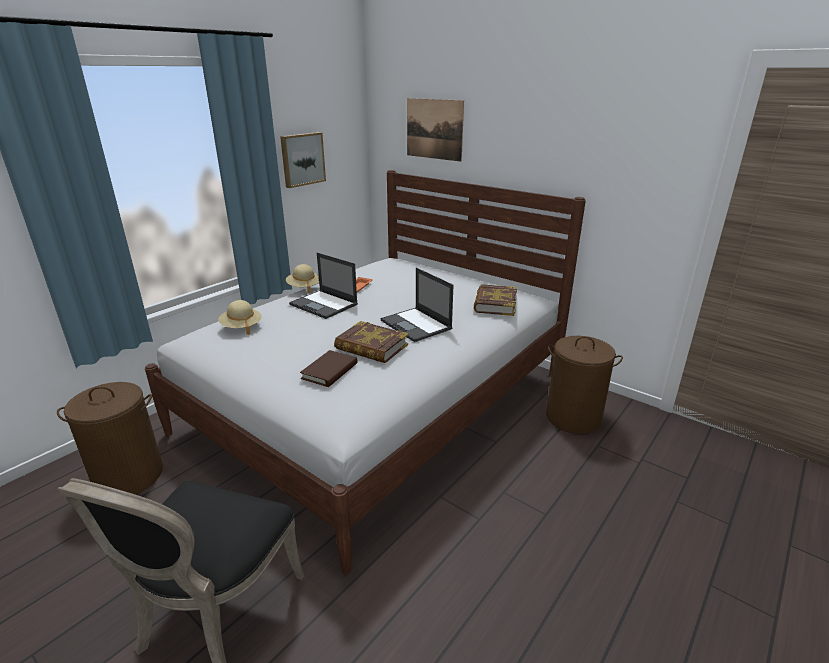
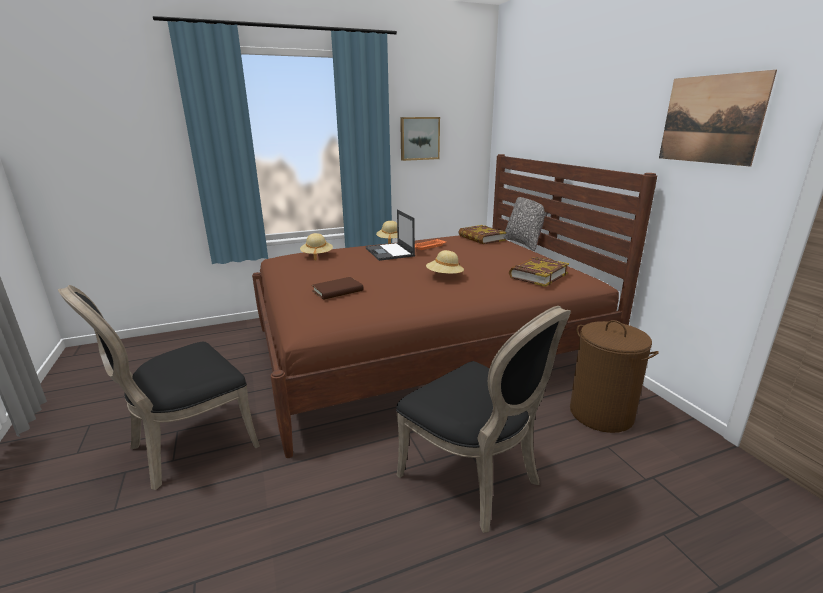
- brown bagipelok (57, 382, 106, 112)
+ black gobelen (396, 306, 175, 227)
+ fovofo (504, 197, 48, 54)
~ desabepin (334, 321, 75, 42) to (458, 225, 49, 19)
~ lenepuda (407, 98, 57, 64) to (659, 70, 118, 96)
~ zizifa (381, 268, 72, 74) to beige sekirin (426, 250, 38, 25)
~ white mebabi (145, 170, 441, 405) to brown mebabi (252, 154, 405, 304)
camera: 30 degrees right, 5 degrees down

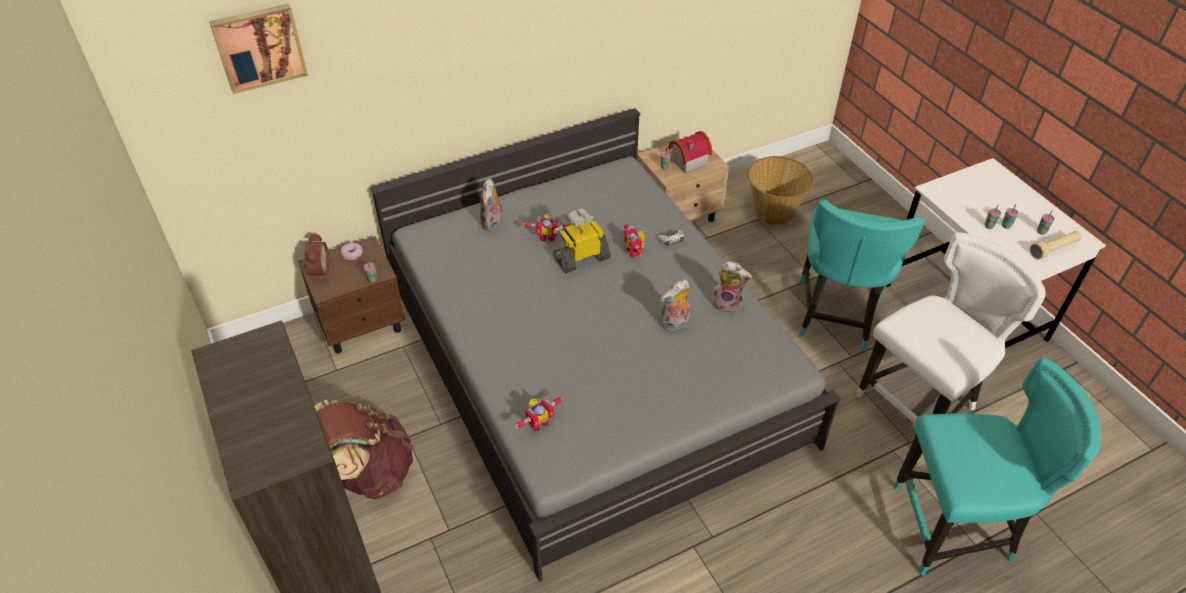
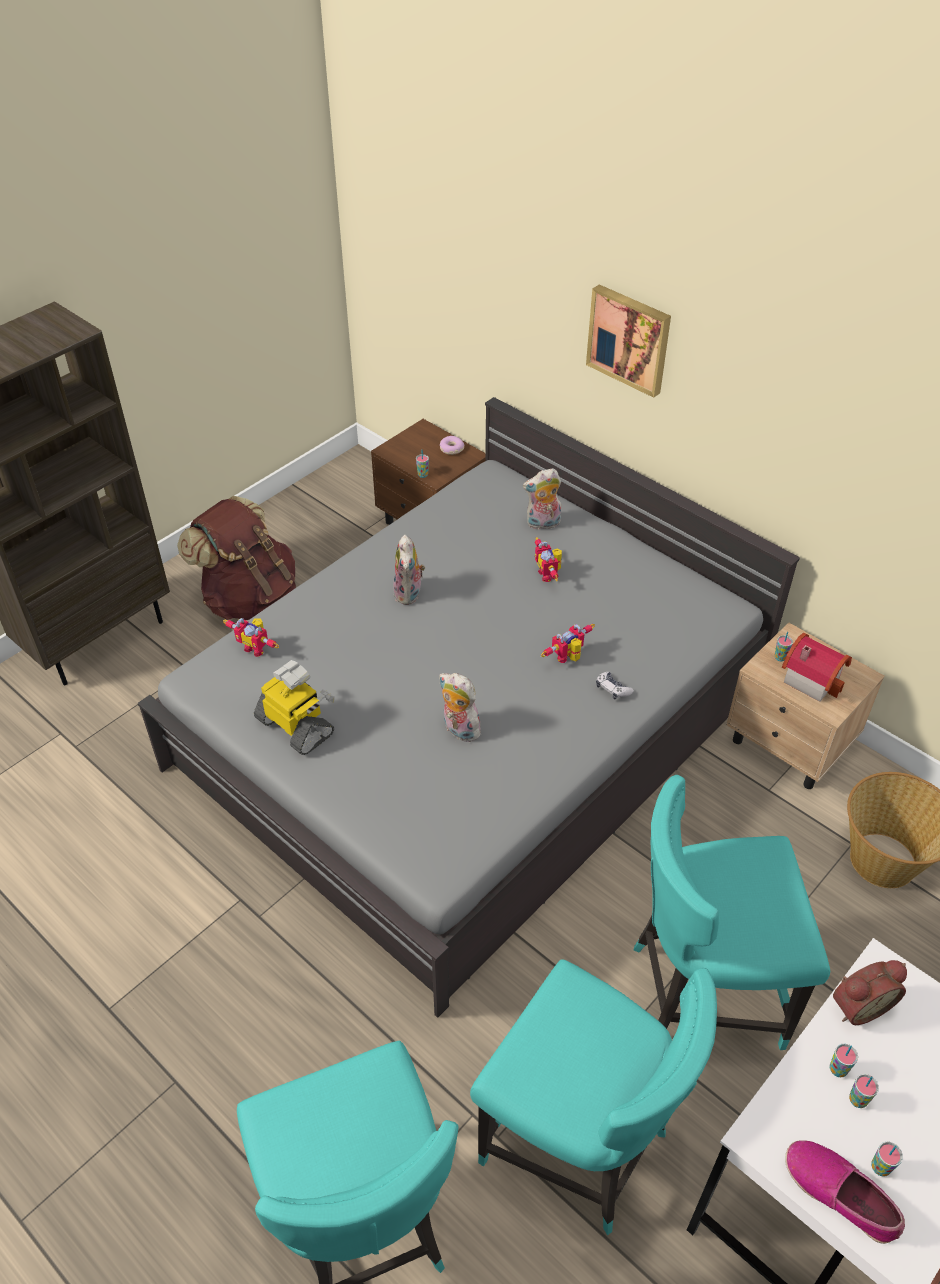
~ lenepuda (209, 3, 99, 91) to (586, 285, 85, 113)
~ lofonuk (302, 233, 27, 47) to (833, 960, 74, 65)
~ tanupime (554, 209, 57, 64) to (254, 660, 81, 95)
~ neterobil (712, 261, 40, 52) to (393, 535, 32, 70)
~ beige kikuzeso (1030, 231, 52, 28) to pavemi (785, 1140, 120, 104)
~ white gobelen (856, 232, 190, 223) to turquoise gobelen (470, 959, 247, 276)
camera: 70 degrees right, 0 degrees up

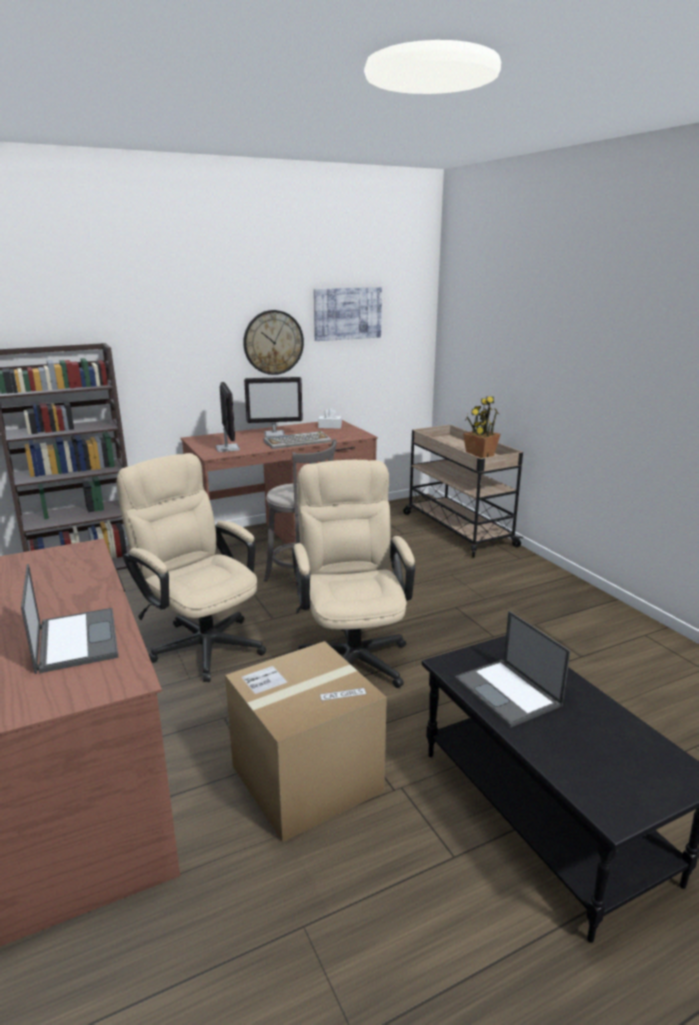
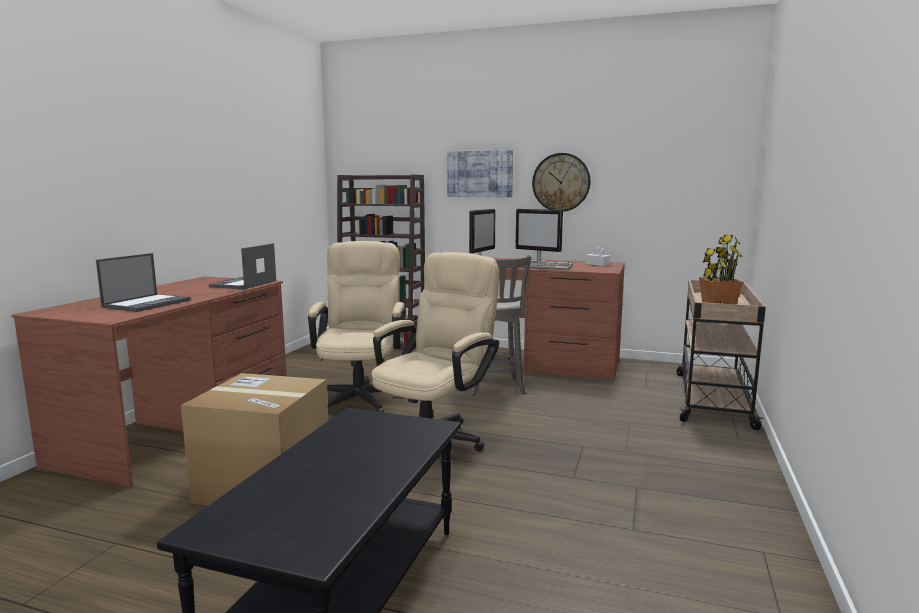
~ lenepuda (314, 287, 68, 54) to (447, 150, 66, 47)
~ zizifa (455, 611, 115, 117) to (209, 243, 67, 46)
camera: 45 degrees right, 10 degrees down

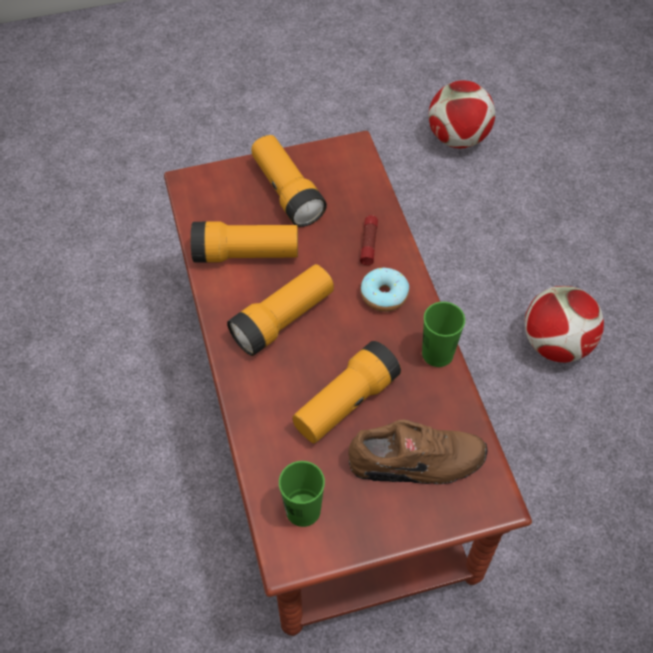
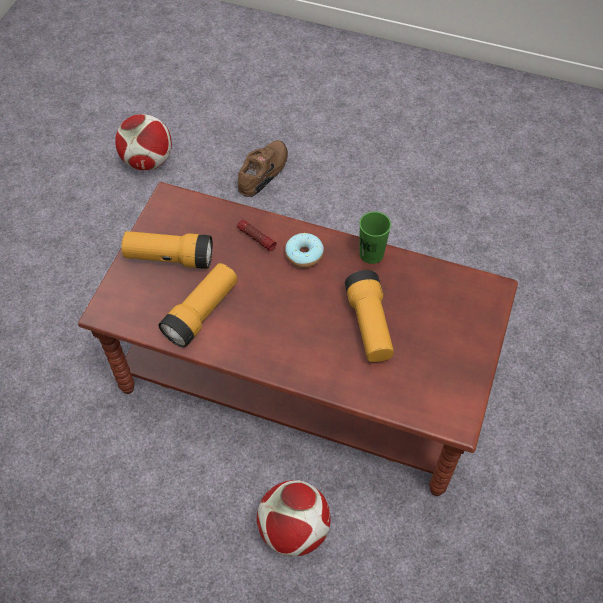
- kikuzeso (227, 264, 107, 92)
- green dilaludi (279, 461, 46, 66)
~ brown pavemi (348, 420, 139, 64) to (238, 140, 50, 57)
~ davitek (525, 286, 79, 77) to (257, 480, 74, 76)
camera: 55 degrees left, 0 degrees up

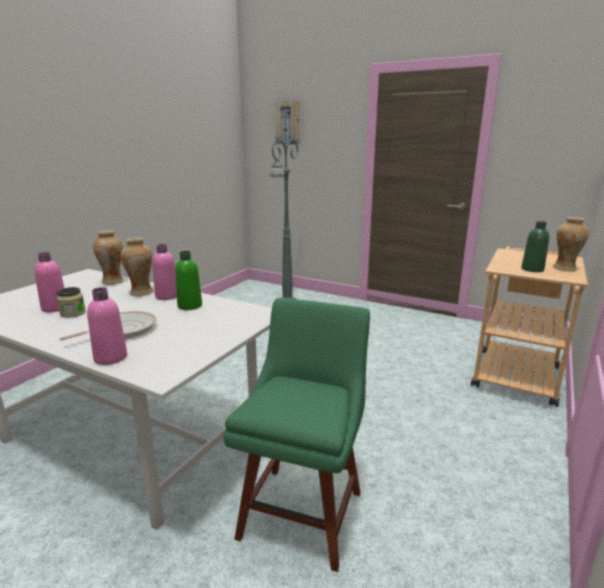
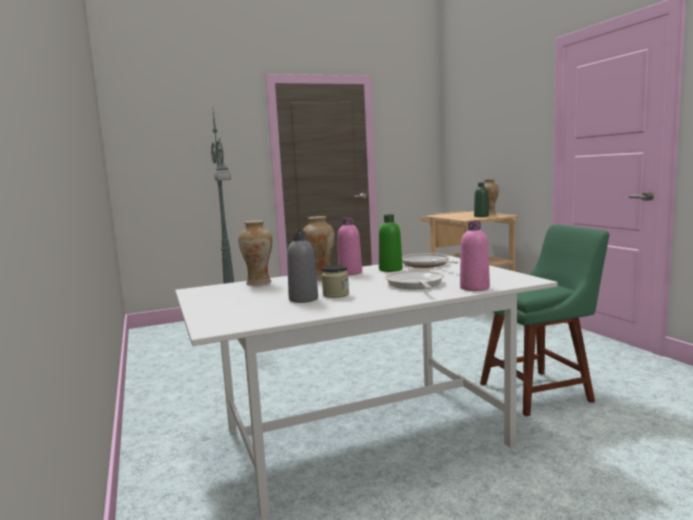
- lenepuda (274, 101, 26, 43)
+ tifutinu (402, 253, 57, 15)
~ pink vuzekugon (34, 252, 30, 60) to grey vuzekugon (287, 231, 31, 72)
~ green gobelen (223, 298, 147, 274) = (480, 224, 129, 193) 105 degrees clockwise
camera: 50 degrees left, 10 degrees down

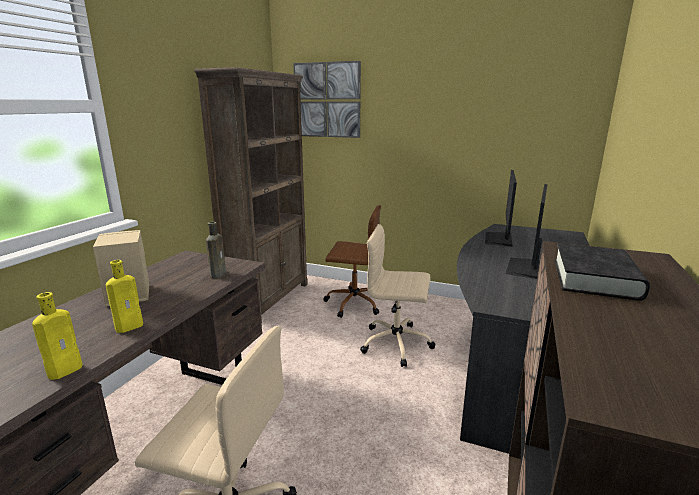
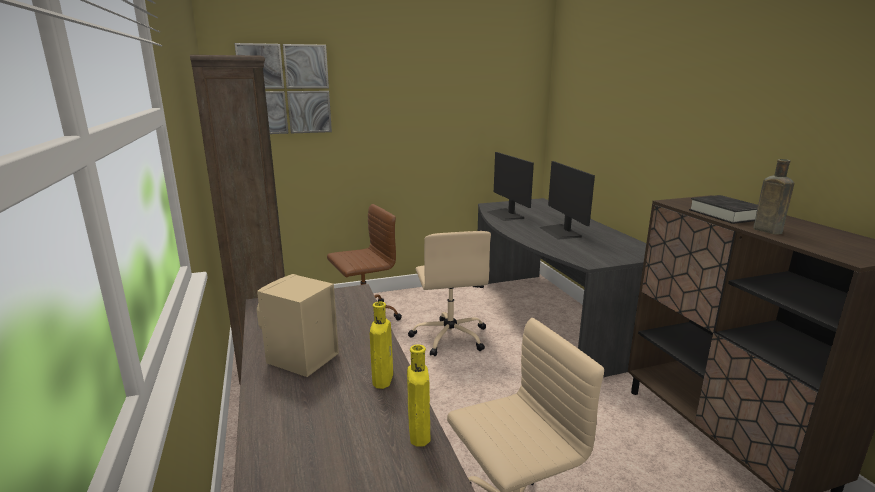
~ brown vuzekugon (206, 222, 20, 56) to (753, 159, 41, 76)
~ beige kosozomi (360, 224, 75, 143) = (408, 231, 83, 125) 75 degrees counterclockwise
camera: 40 degrees left, 0 degrees up

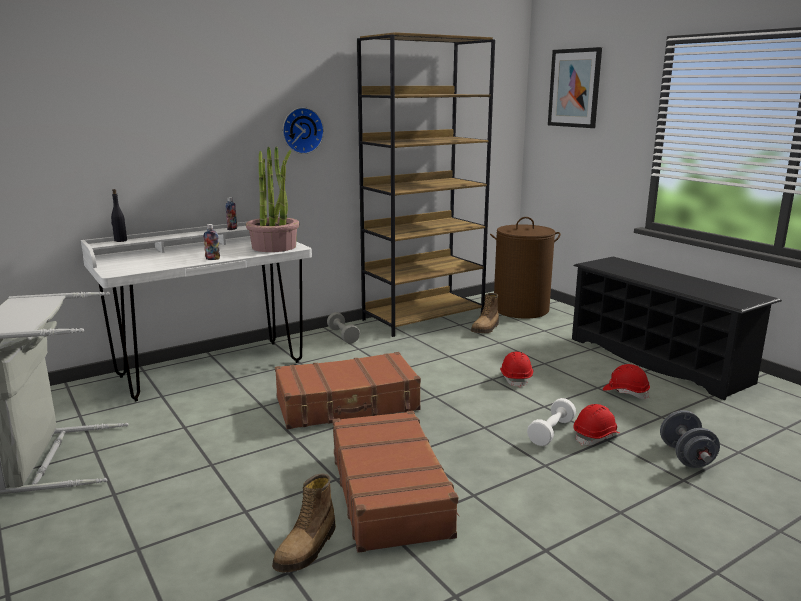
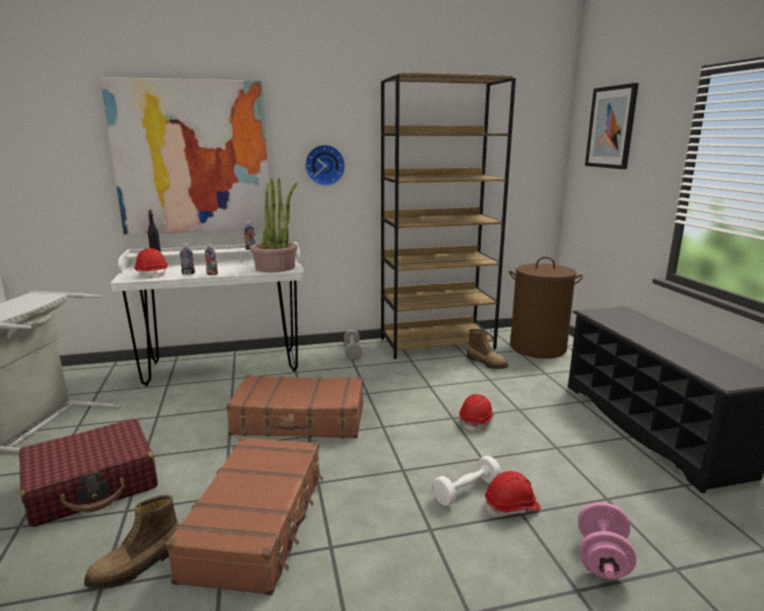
+ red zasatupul (19, 419, 139, 108)
+ lenepuda (100, 77, 170, 157)
+ vuzekugon (180, 243, 15, 32)
~ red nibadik (603, 364, 47, 35) to (135, 248, 33, 31)
~ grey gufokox (660, 410, 60, 58) to pink gufokox (578, 502, 58, 77)
~ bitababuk (471, 293, 28, 40) = (467, 329, 41, 40) 90 degrees counterclockwise
camera: 20 degrees right, 0 degrees up

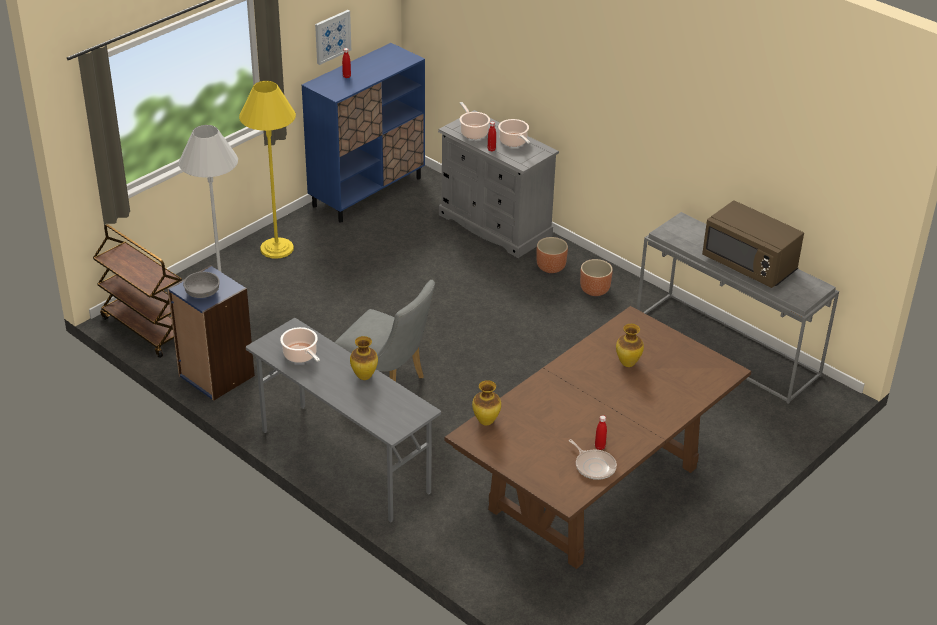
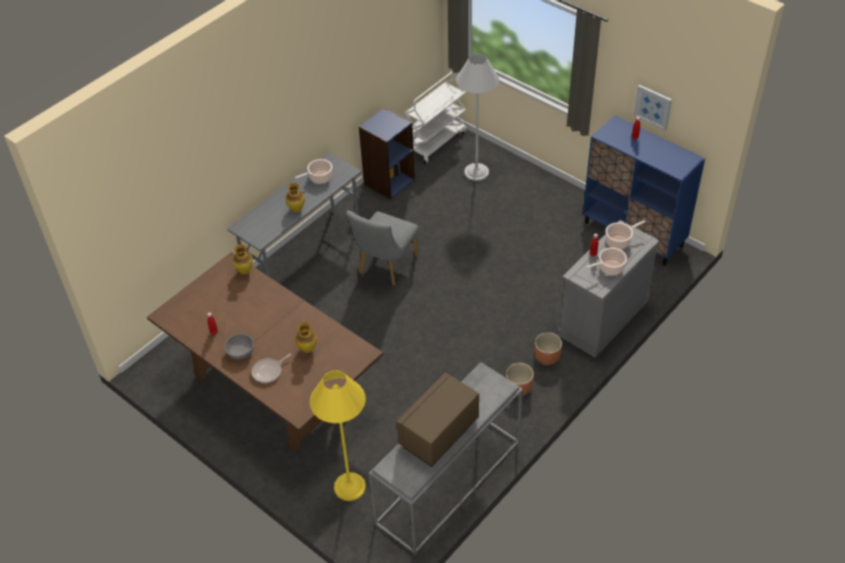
~ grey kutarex (183, 271, 37, 27) to (224, 334, 30, 25)
~ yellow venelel (239, 81, 57, 178) to (309, 370, 57, 131)
~ tifutinu (569, 439, 48, 41) to (251, 353, 41, 30)
~ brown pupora (93, 224, 89, 134) to white pupora (405, 71, 61, 93)
camera: 90 degrees right, 10 degrees up

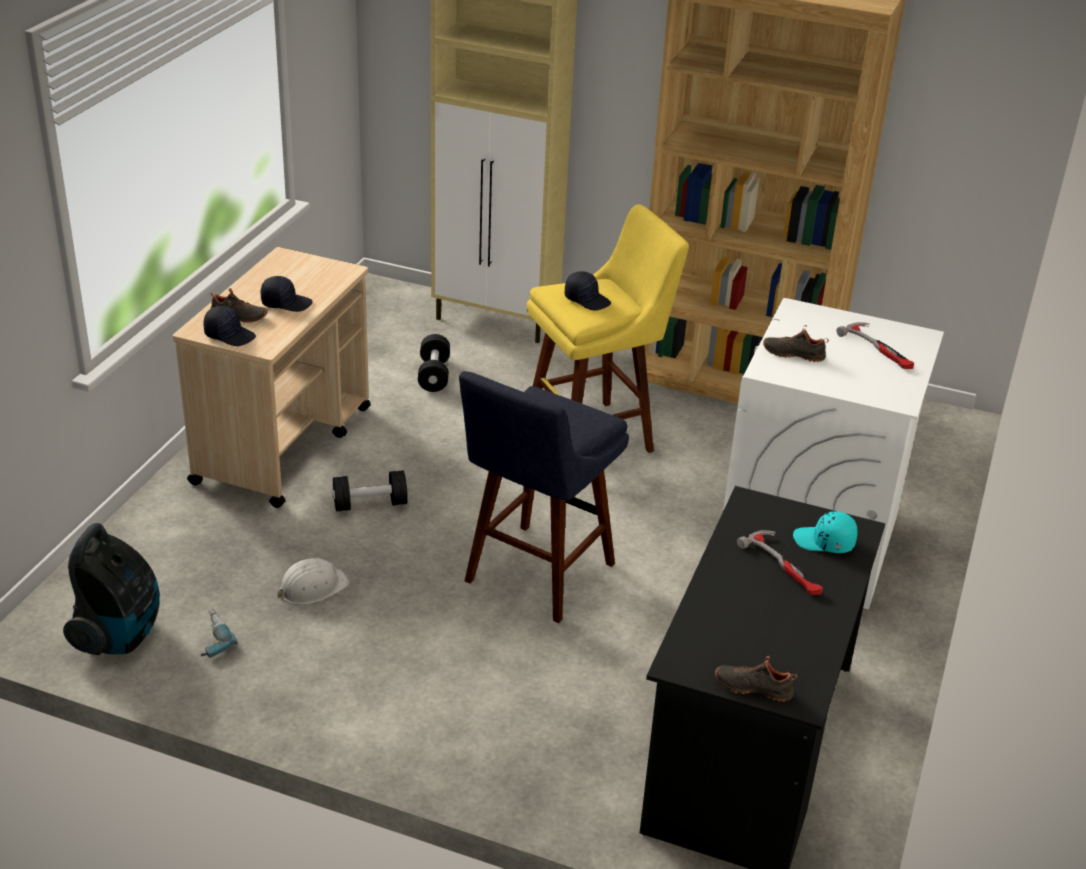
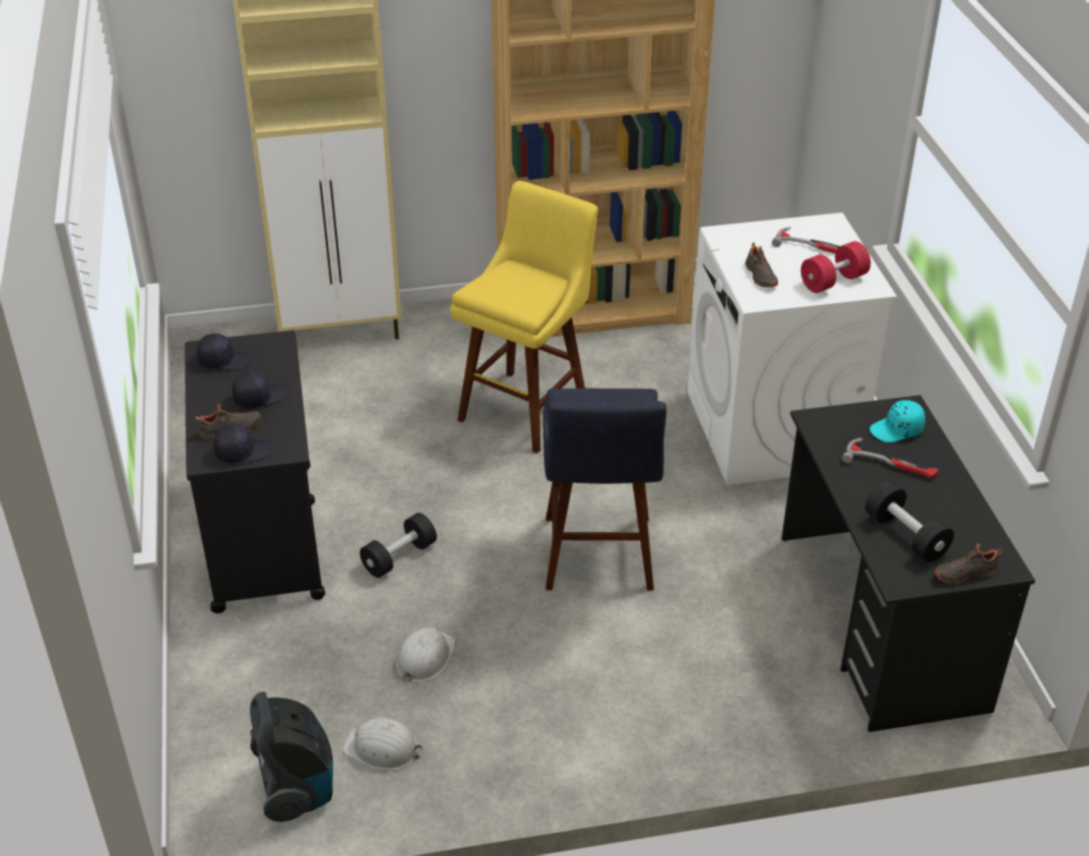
+ red gufokox (801, 241, 70, 52)
~ black gufokox (418, 334, 32, 58) to (865, 481, 89, 81)
~ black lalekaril (565, 271, 46, 40) to (197, 334, 54, 37)
~ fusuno (200, 609, 37, 49) to white nibadik (343, 718, 79, 53)
~ beige pupora (173, 247, 198, 261) to black pupora (185, 330, 140, 283)
~ black pavemi (763, 325, 66, 37) = (745, 243, 33, 44) 90 degrees counterclockwise
camera: 30 degrees left, 5 degrees up

